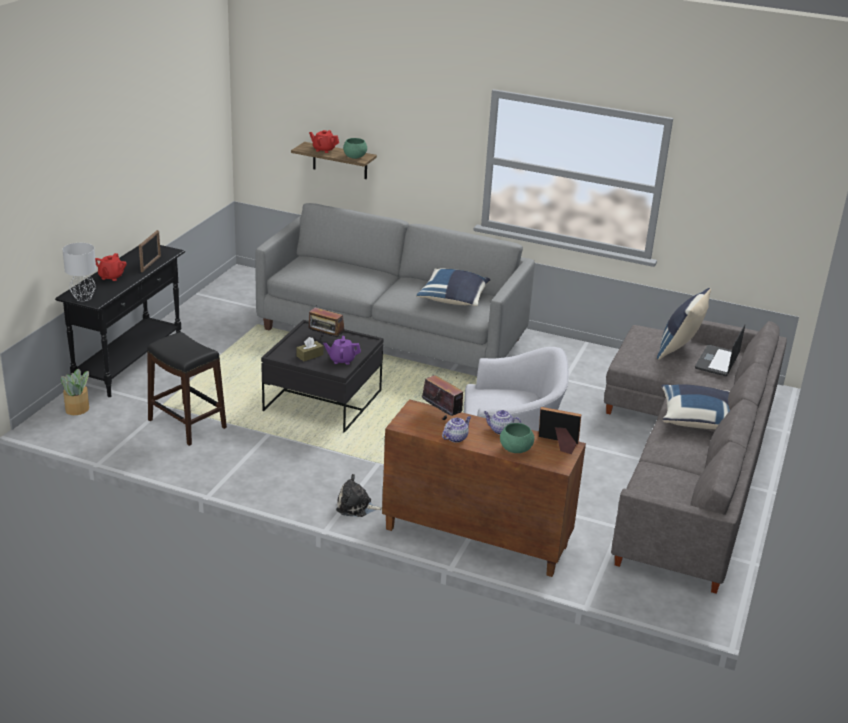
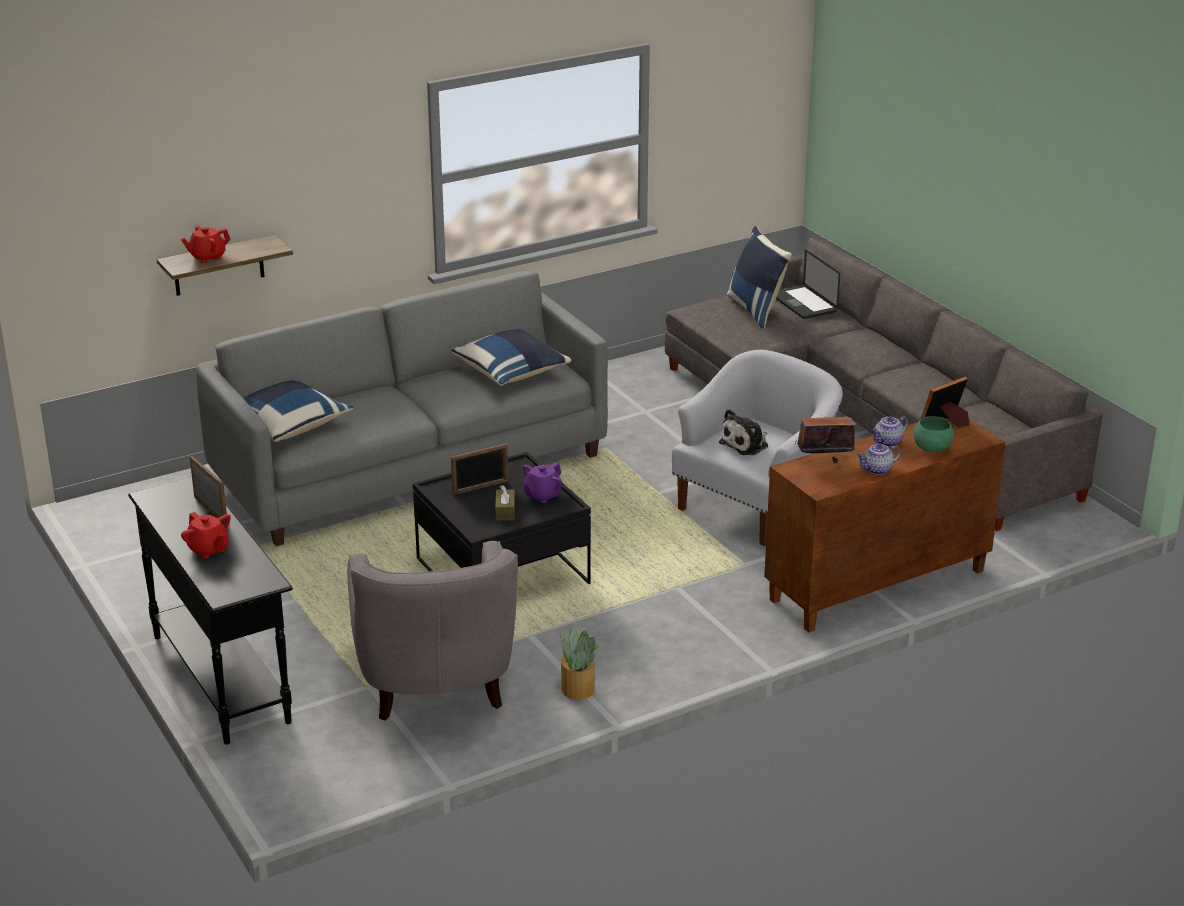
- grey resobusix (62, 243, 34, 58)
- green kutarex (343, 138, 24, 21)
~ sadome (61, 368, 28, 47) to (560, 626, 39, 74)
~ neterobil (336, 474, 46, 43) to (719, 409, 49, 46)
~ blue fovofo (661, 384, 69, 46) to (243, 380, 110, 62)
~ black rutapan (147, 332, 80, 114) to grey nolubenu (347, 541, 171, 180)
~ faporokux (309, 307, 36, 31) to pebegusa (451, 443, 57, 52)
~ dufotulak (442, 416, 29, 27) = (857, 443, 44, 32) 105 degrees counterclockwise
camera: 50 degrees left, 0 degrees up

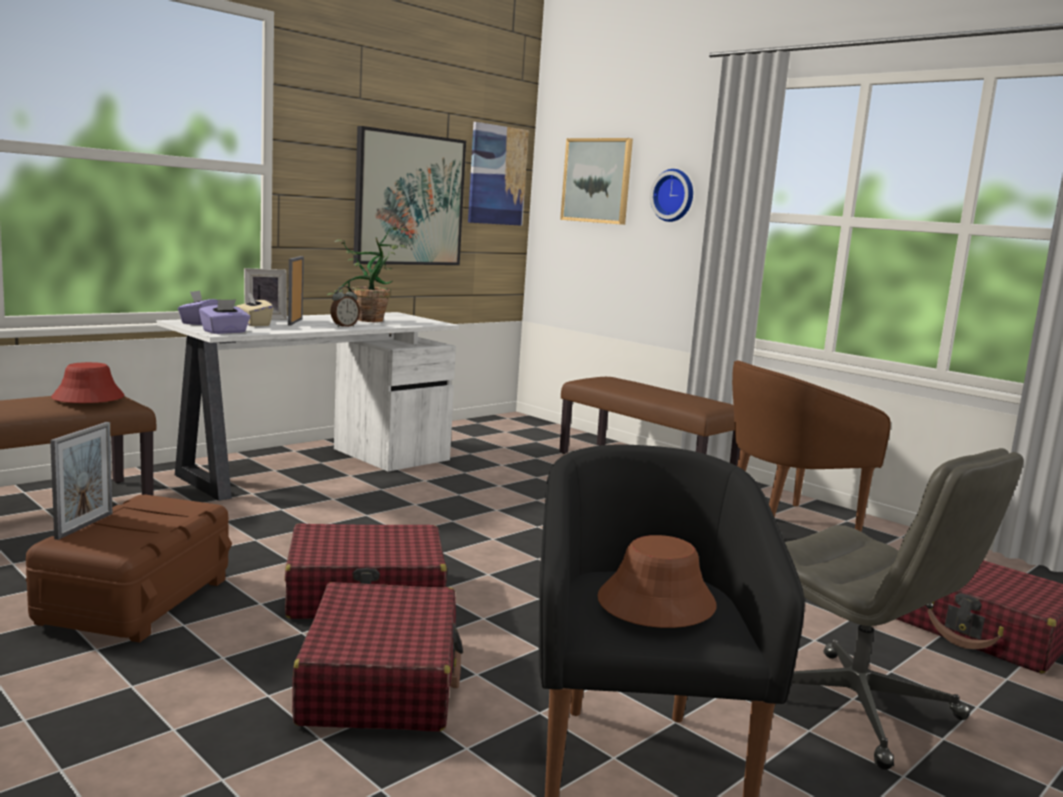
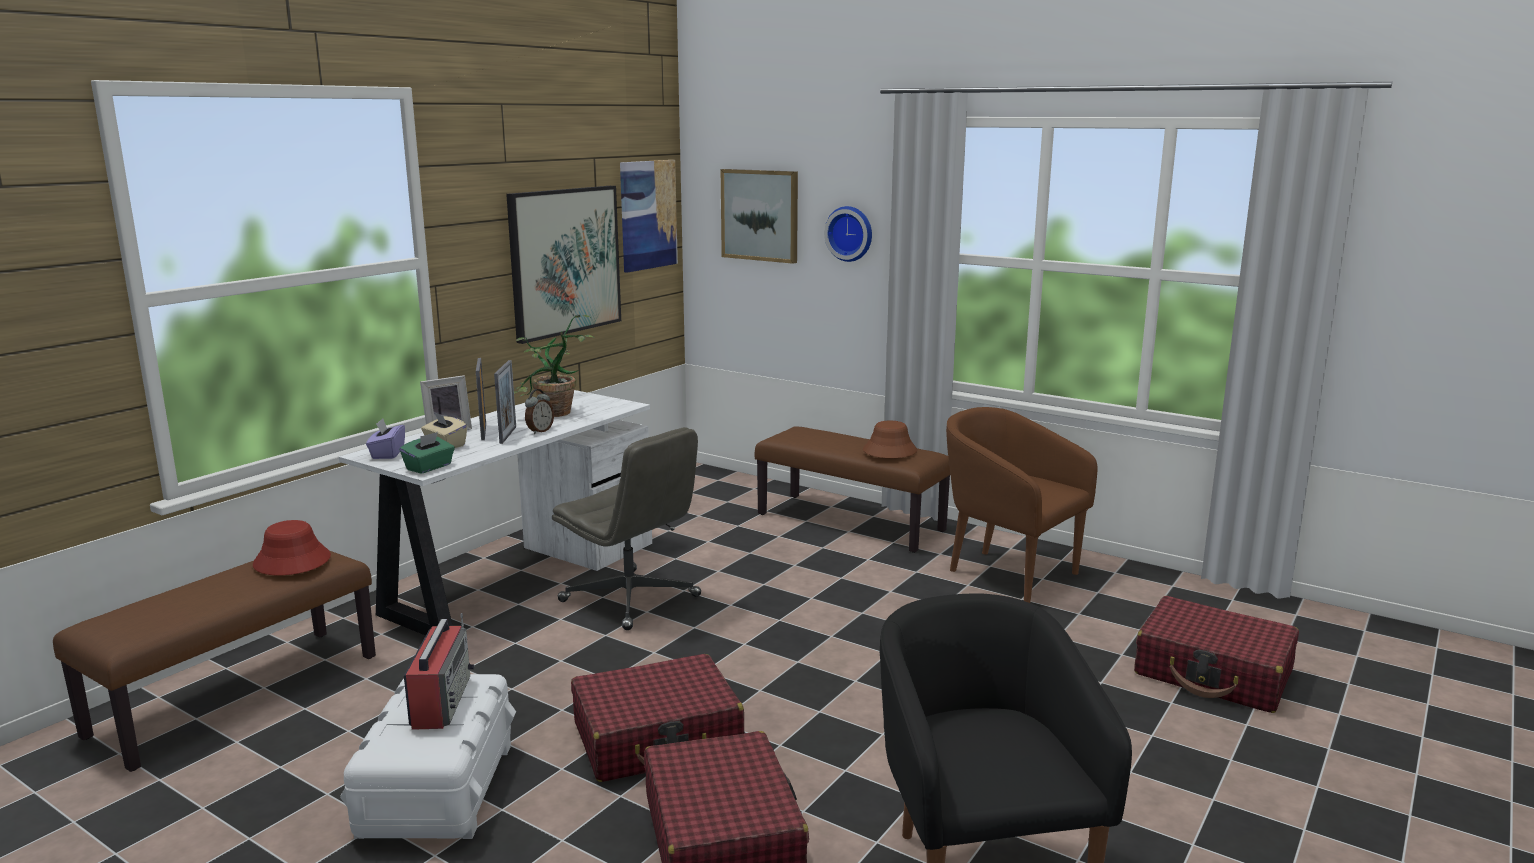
+ faporokux (404, 613, 70, 117)
~ pebegusa (50, 422, 63, 118) to (494, 360, 22, 84)
~ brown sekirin (597, 535, 120, 93) to (863, 421, 54, 37)
~ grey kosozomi (785, 448, 239, 322) to (552, 427, 149, 203)
~ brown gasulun (26, 495, 206, 148) to white gasulun (340, 674, 176, 165)
~ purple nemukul (199, 299, 51, 35) to green nemukul (400, 432, 55, 42)
~ brown nolubenu (732, 361, 159, 171) = (946, 407, 151, 196) 75 degrees clockwise
camera: 10 degrees left, 5 degrees up

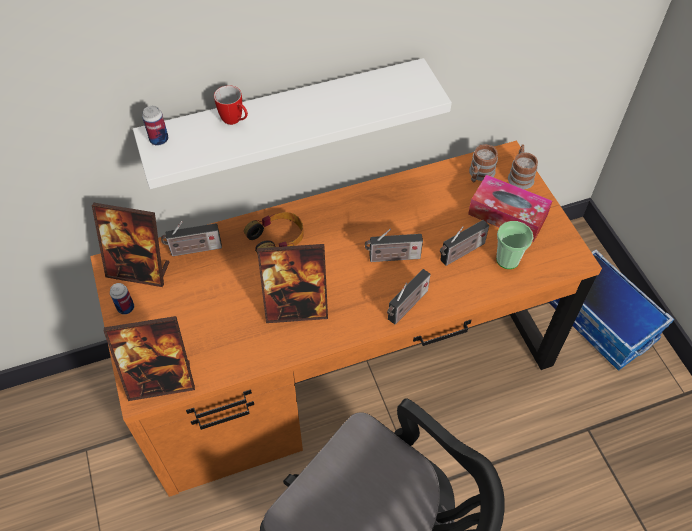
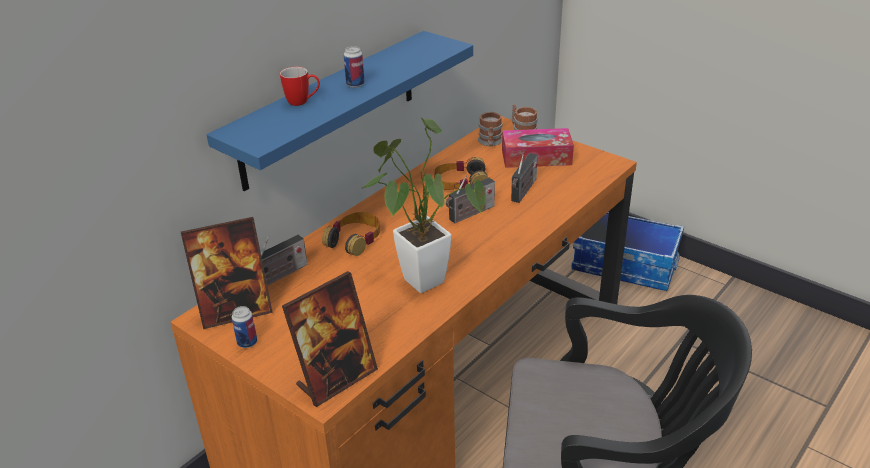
- faporokux (387, 269, 44, 56)
- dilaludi (496, 221, 37, 48)
+ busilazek (434, 157, 54, 33)
~ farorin (142, 106, 26, 40) to (344, 46, 21, 42)
~ pebegusa (257, 244, 71, 79) to sadome (362, 118, 123, 175)
~ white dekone (133, 58, 319, 131) to blue dekone (207, 31, 266, 160)
camera: 30 degrees left, 20 degrees down

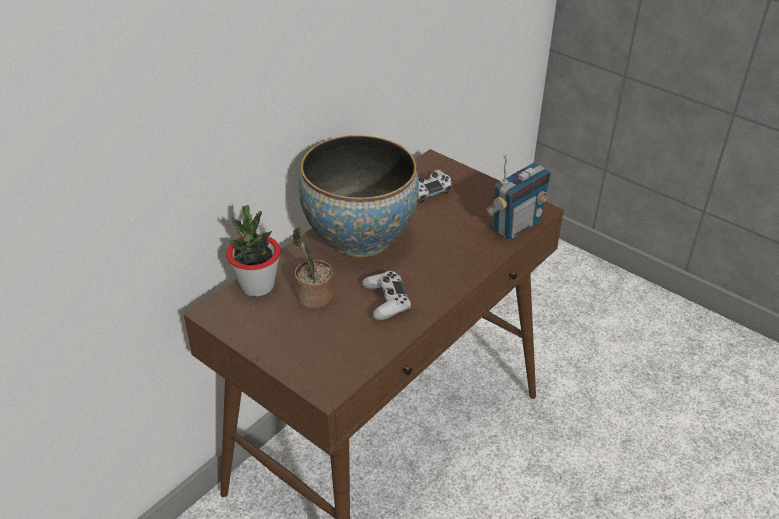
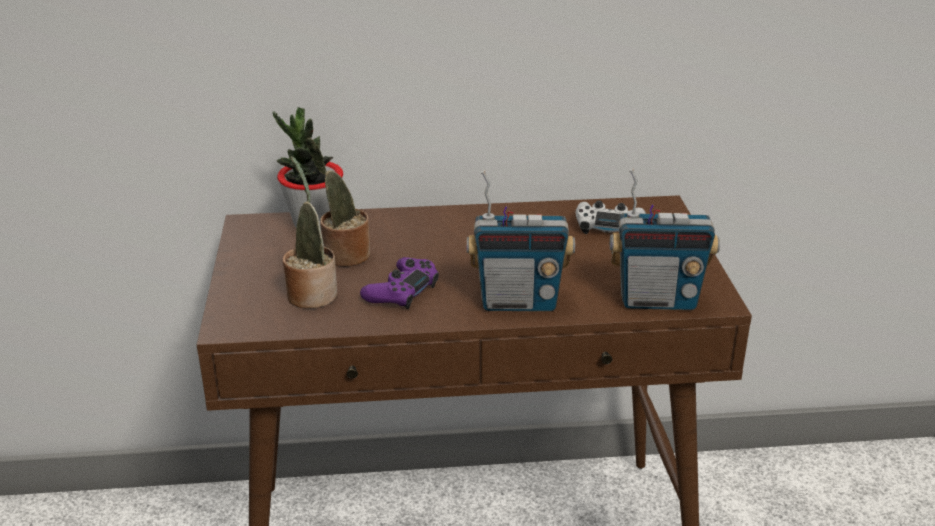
- kutarex (299, 135, 120, 122)
+ sadome (283, 156, 54, 153)
+ faporokux (467, 170, 108, 141)
~ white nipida (362, 271, 49, 49) to purple nipida (360, 257, 79, 52)
camera: 45 degrees right, 10 degrees down

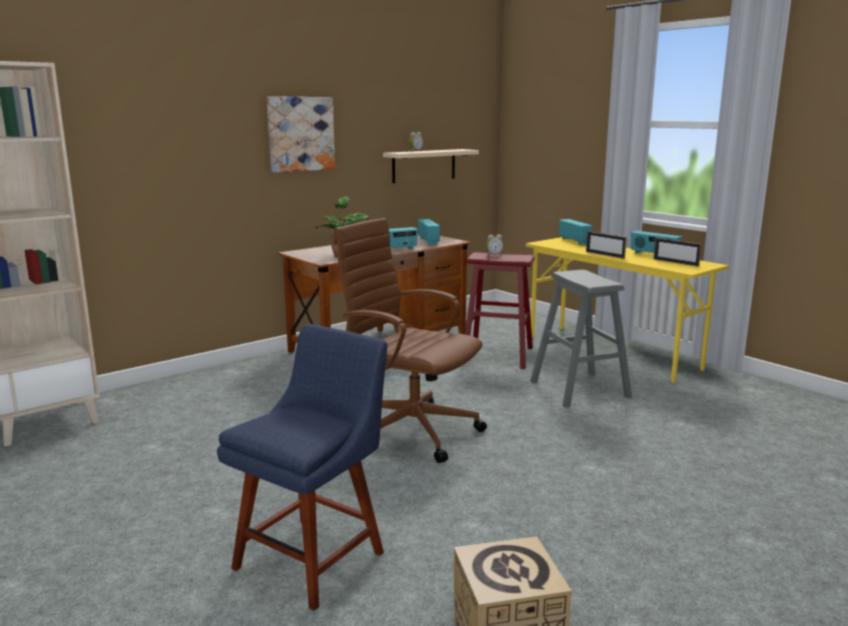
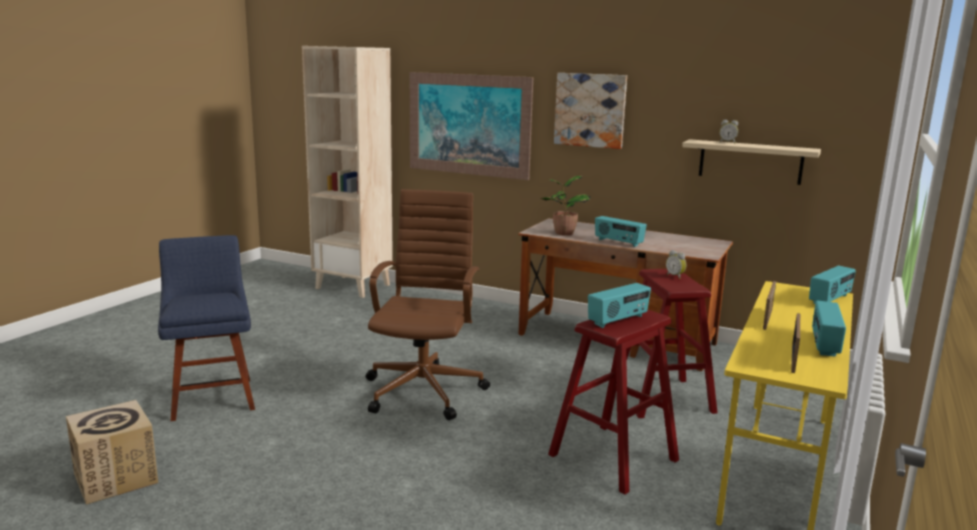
+ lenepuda (410, 72, 123, 108)
~ faporokux (418, 219, 22, 26) to (588, 283, 63, 45)
~ grey rutapan (530, 270, 102, 138) to red rutapan (548, 310, 131, 185)
~ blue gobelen (217, 324, 171, 287) = (158, 235, 97, 186) 120 degrees counterclockwise
camera: 65 degrees right, 0 degrees up

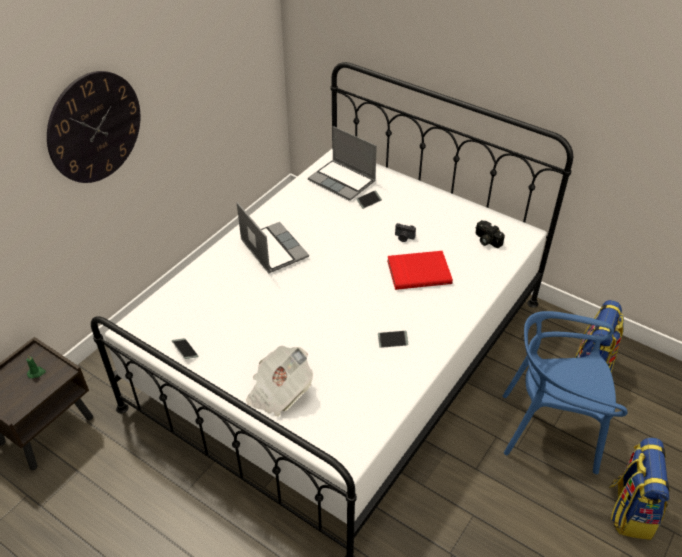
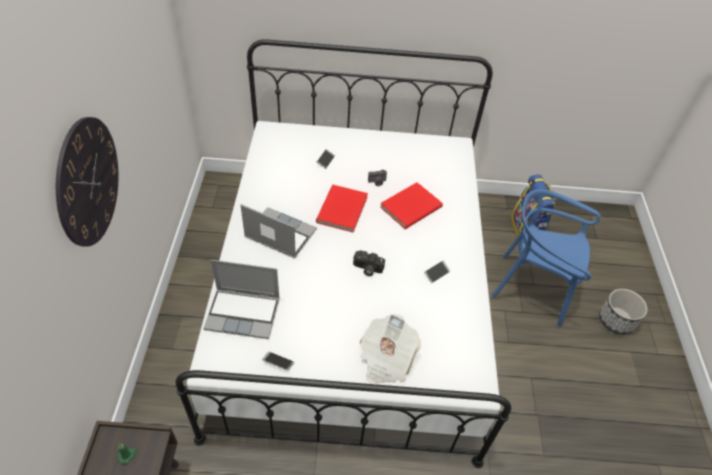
+ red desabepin (316, 185, 52, 48)
~ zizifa (308, 126, 69, 75) to (203, 260, 77, 79)
~ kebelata (476, 220, 29, 28) to (353, 250, 32, 26)
~ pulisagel (609, 438, 61, 102) to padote (599, 289, 49, 46)
~ blue gobelen (503, 311, 125, 163) = (491, 189, 110, 138) 45 degrees clockwise
camera: 35 degrees left, 5 degrees up

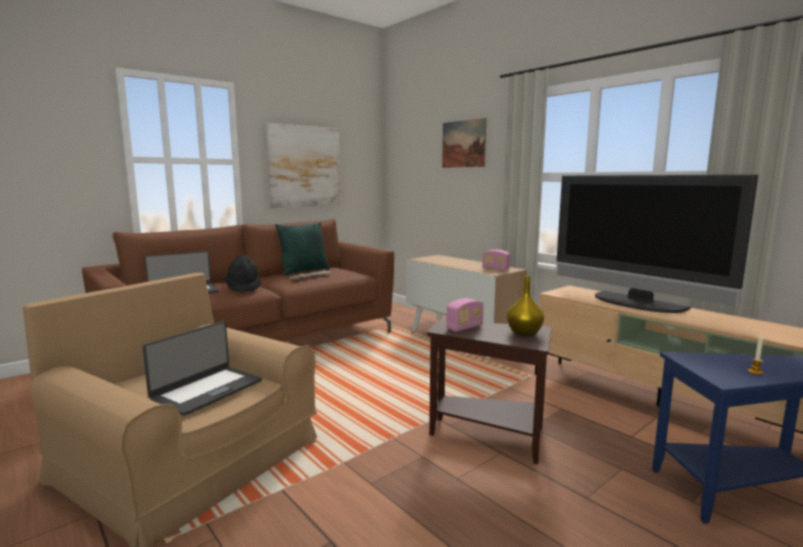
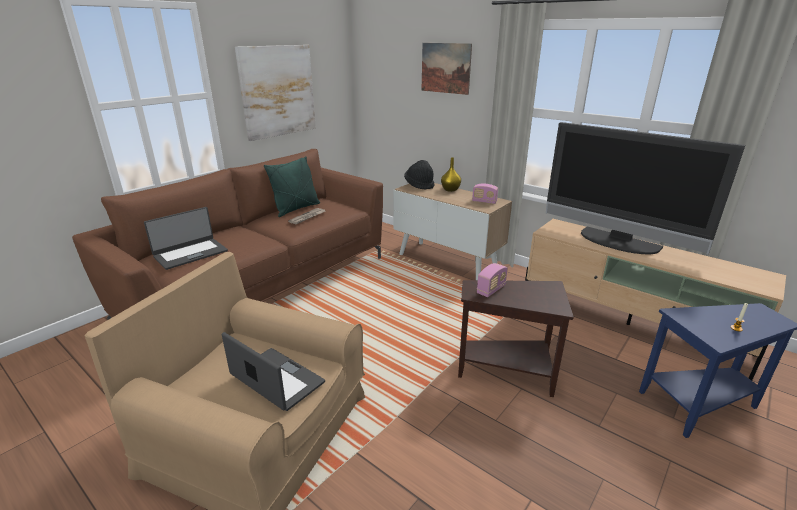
~ black sekirin (225, 255, 36, 37) to (404, 160, 30, 30)
~ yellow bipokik (507, 276, 37, 60) to (441, 157, 20, 35)
~ zizifa (142, 321, 120, 95) = (222, 332, 103, 79) 75 degrees counterclockwise
camera: 10 degrees left, 15 degrees up

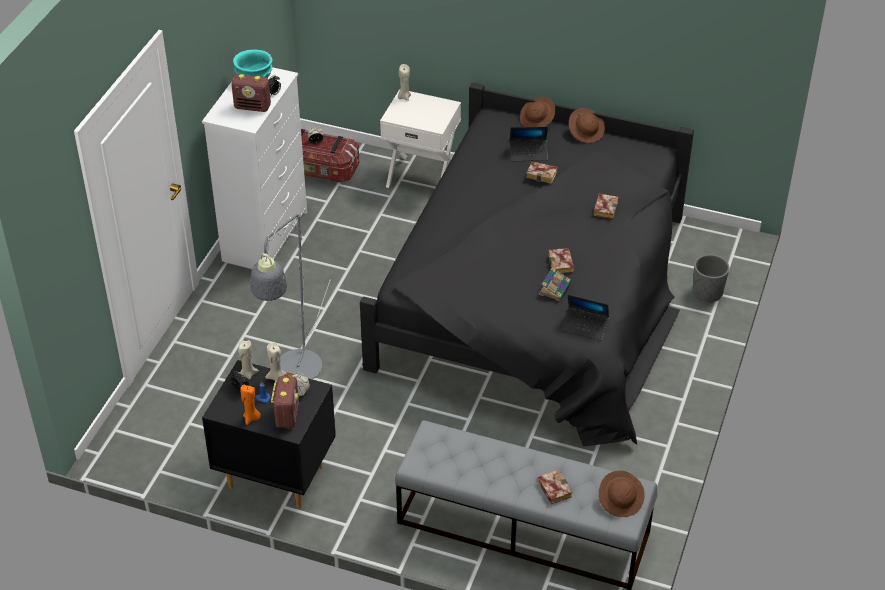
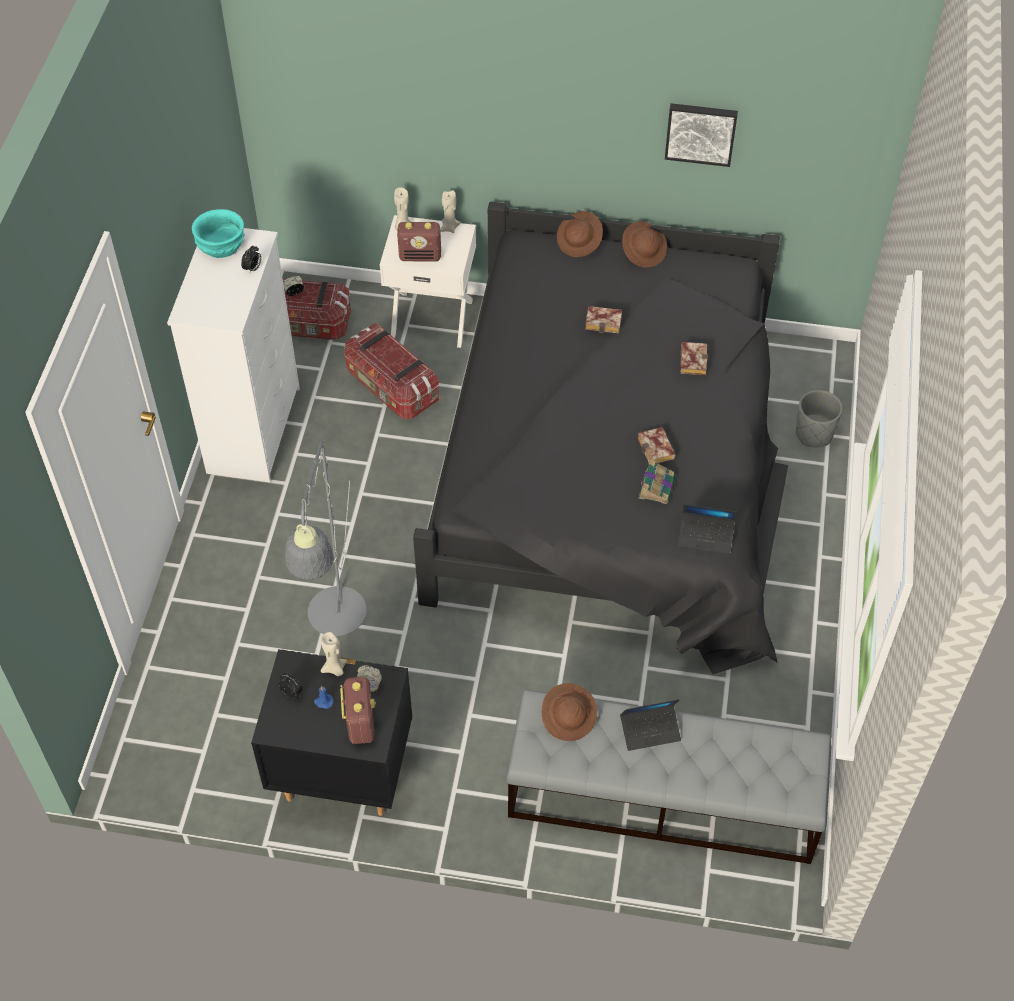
- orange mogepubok (240, 385, 21, 40)
- desabepin (537, 470, 35, 34)
+ gasulun (344, 323, 95, 96)
+ lenepuda (665, 103, 73, 64)
~ faporokux (231, 74, 40, 38) to (397, 222, 44, 40)
~ beige mogepubok (238, 340, 21, 40) to (440, 190, 21, 43)
~ zizifa (510, 127, 38, 34) to (620, 699, 61, 52)
~ brown sekirin (599, 471, 46, 46) to (542, 683, 55, 58)
camera: 10 degrees left, 10 degrees up

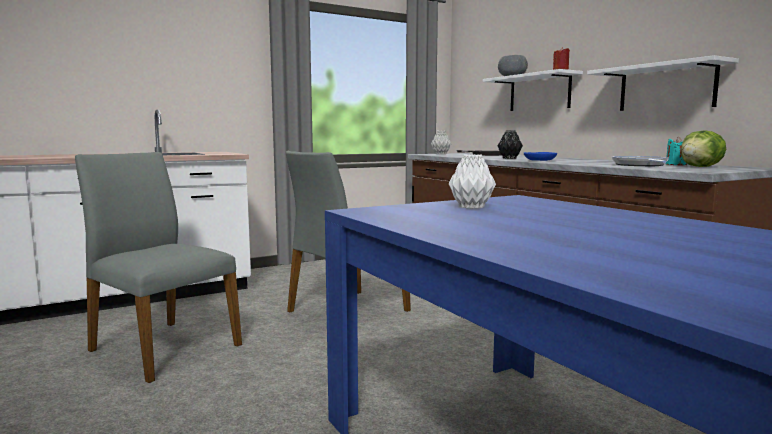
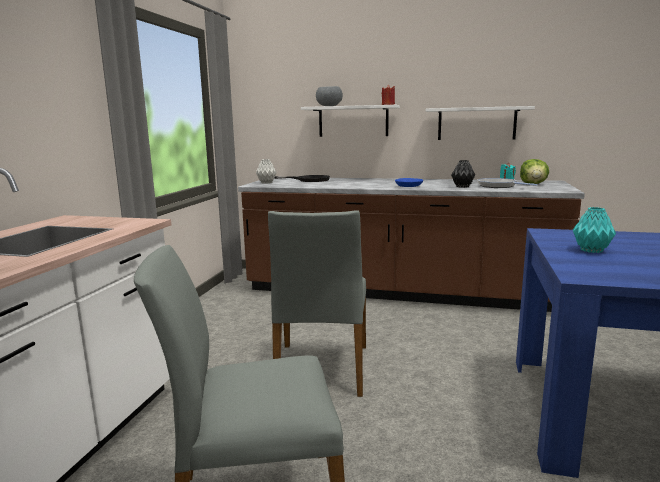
~ black bipokik (498, 130, 25, 29) to (451, 160, 24, 28)
~ white bipokik (449, 154, 47, 55) to turquoise bipokik (573, 207, 43, 46)
camera: 45 degrees left, 5 degrees up

